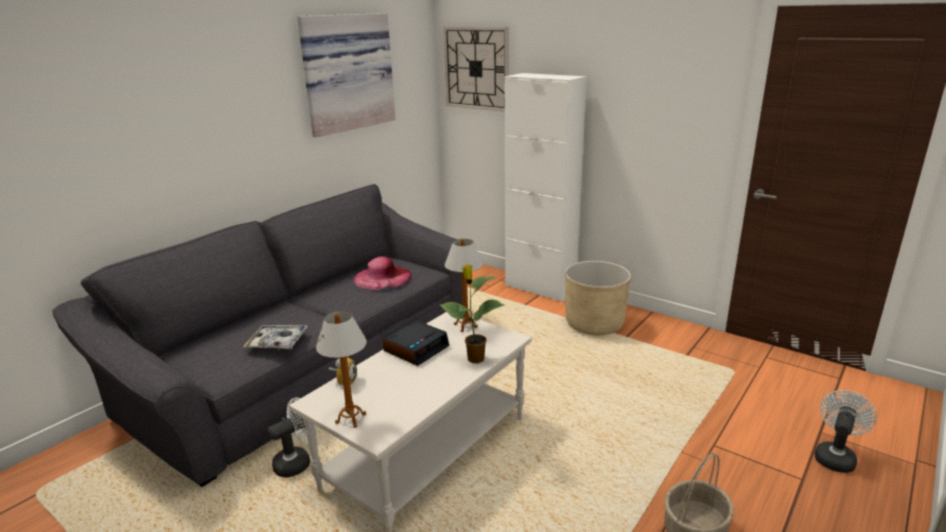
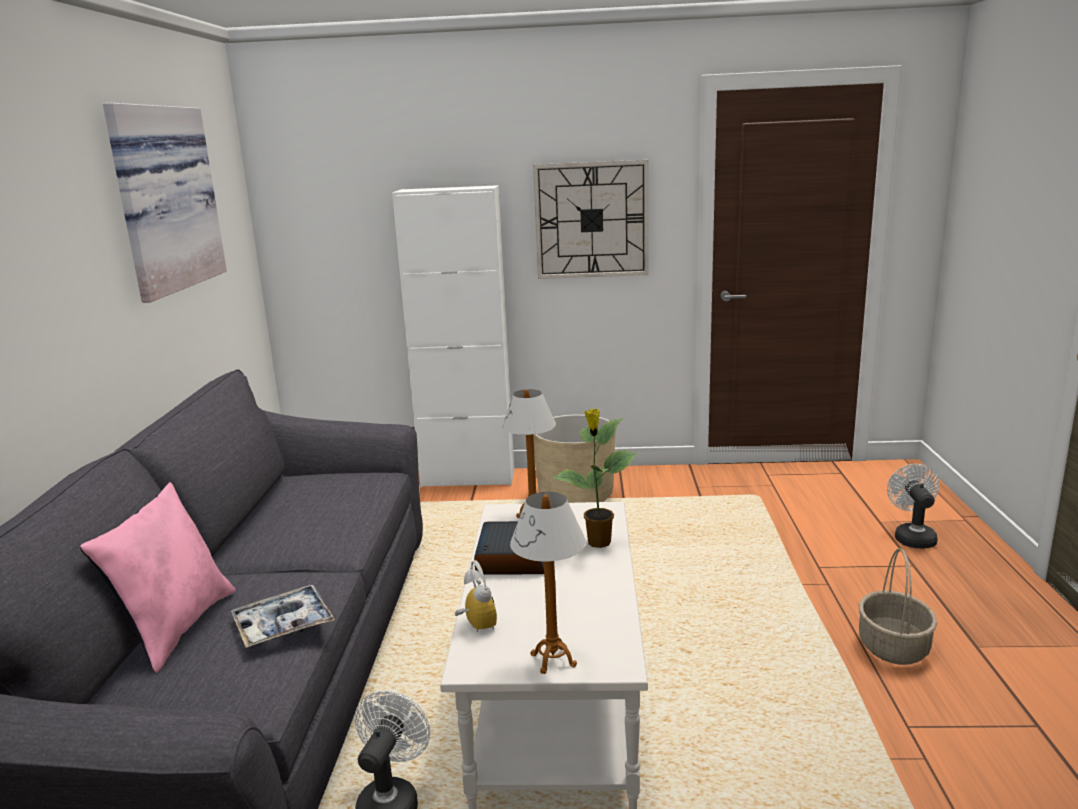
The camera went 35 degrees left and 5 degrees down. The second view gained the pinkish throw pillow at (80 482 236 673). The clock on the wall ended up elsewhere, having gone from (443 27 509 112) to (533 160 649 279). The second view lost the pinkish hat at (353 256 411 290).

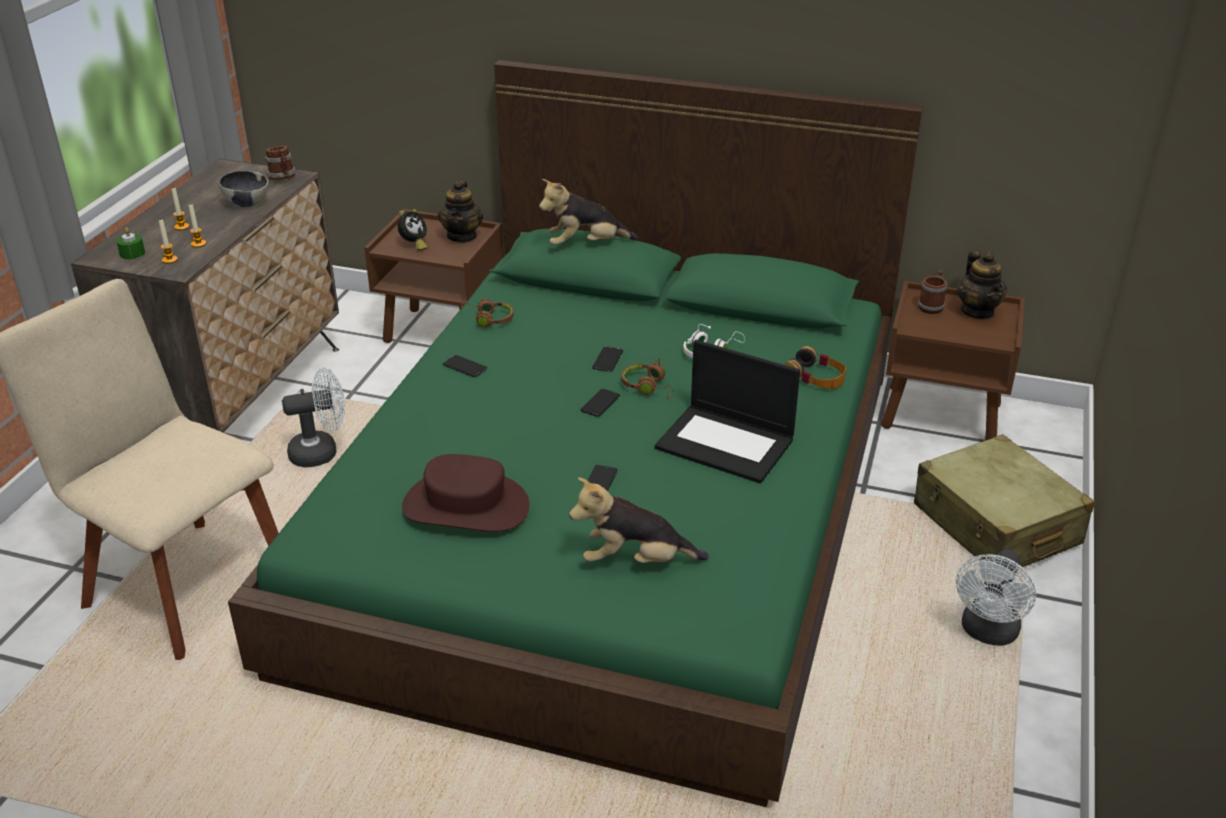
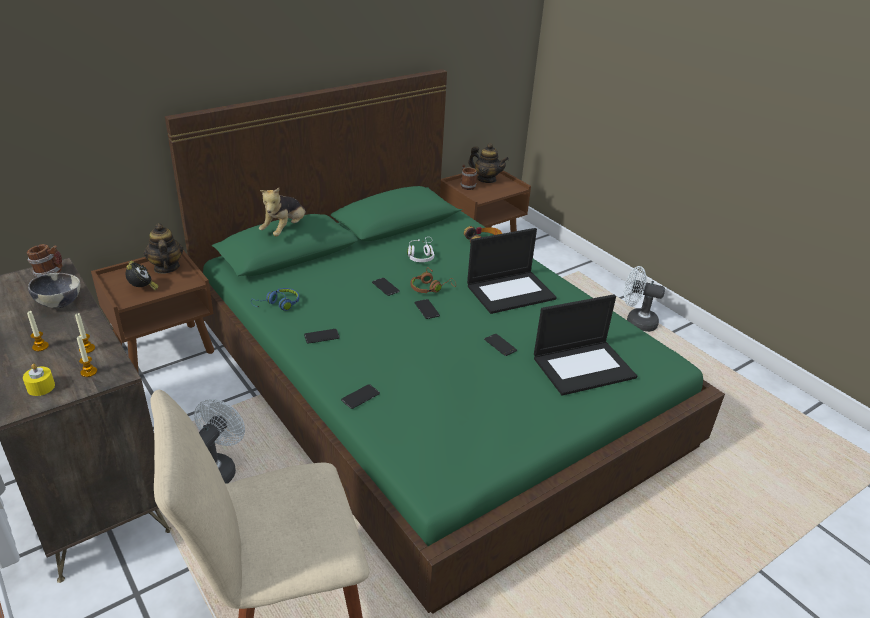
The camera went 55 degrees left and 0 degrees up. What was the green-coloured wax candle at (117 227 145 259) turned into the yellowish wax candle at (23 364 55 396). The tea pot at (438 180 483 243) ended up facing another way, 150 degrees counterclockwise from before. What was the brown headset at (460 297 514 328) turned into the blue headset at (251 288 299 311). The second view gained the phone at (341 384 380 409). Where the plush toy stood at (569 477 709 563), the portable computer came to stand at (534 294 637 396). The whitish cooling fan at (956 550 1036 646) ended up facing another way, 135 degrees clockwise from before. The second view lost the brown hat at (402 454 530 532). The second view lost the beige-coloured suitcase at (914 434 1095 569).

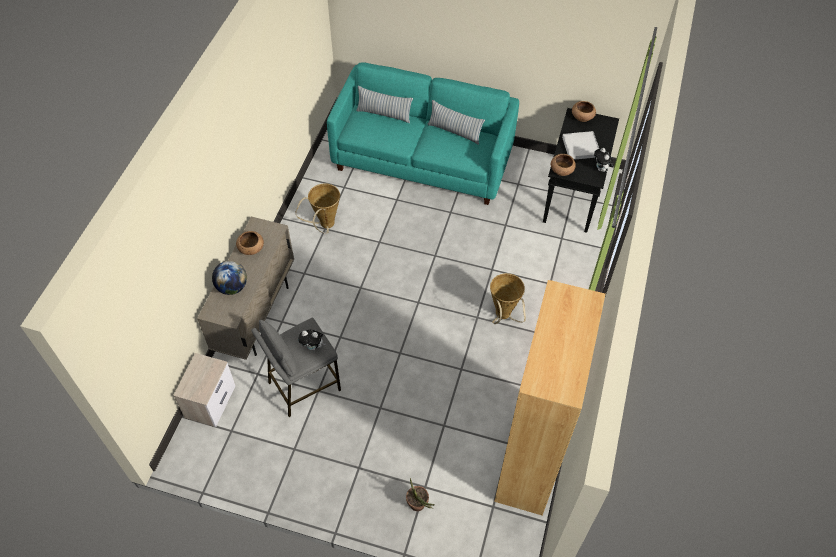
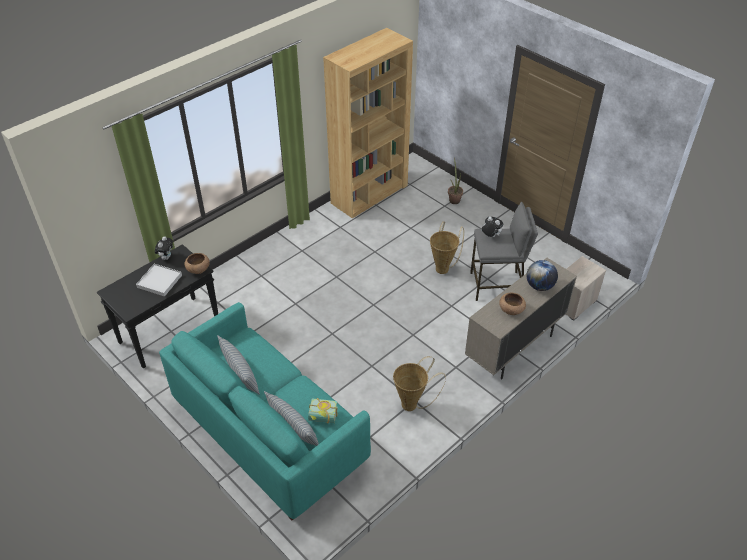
The camera went 150 degrees left and 10 degrees down. The second view gained the volume at (308 398 338 423). The storage basket ended up elsewhere, having gone from (490 273 526 324) to (430 221 464 274). The second view lost the brown bowl at (572 101 596 122).

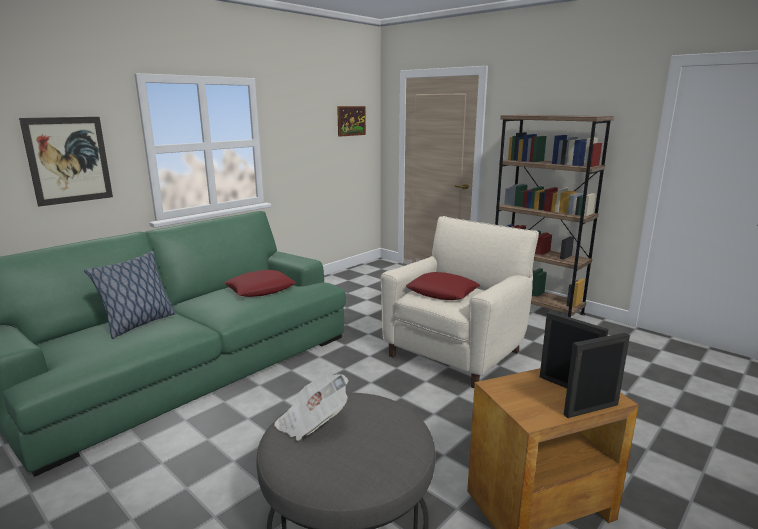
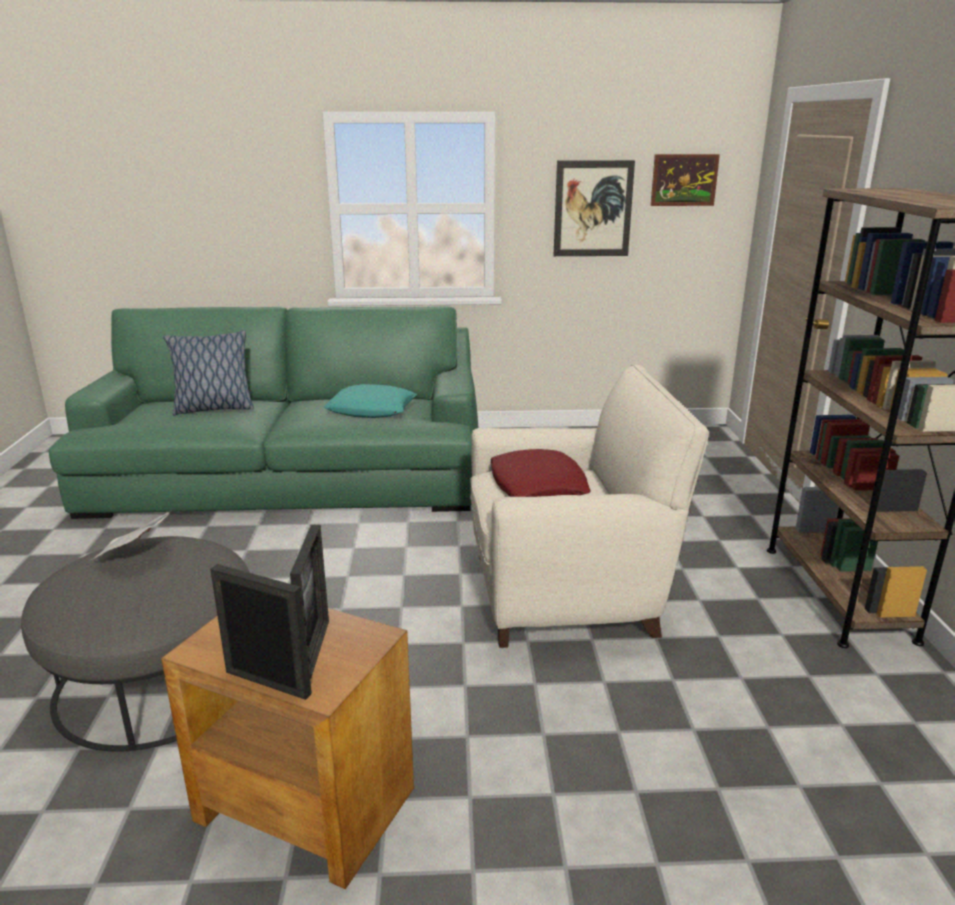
The camera went 45 degrees right and 5 degrees up. What was the red-coloured throw pillow at (224 270 296 297) turned into the turquoise throw pillow at (324 384 417 418). The wall art ended up elsewhere, having gone from (19 117 113 207) to (554 160 635 256).

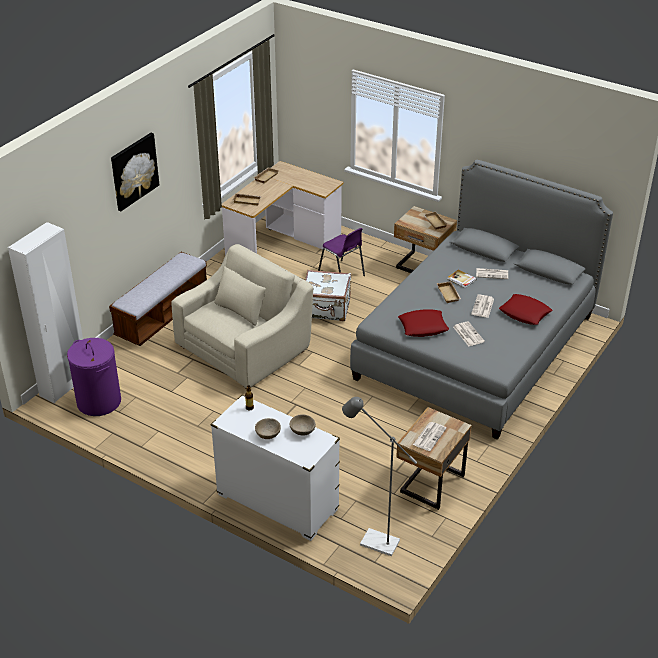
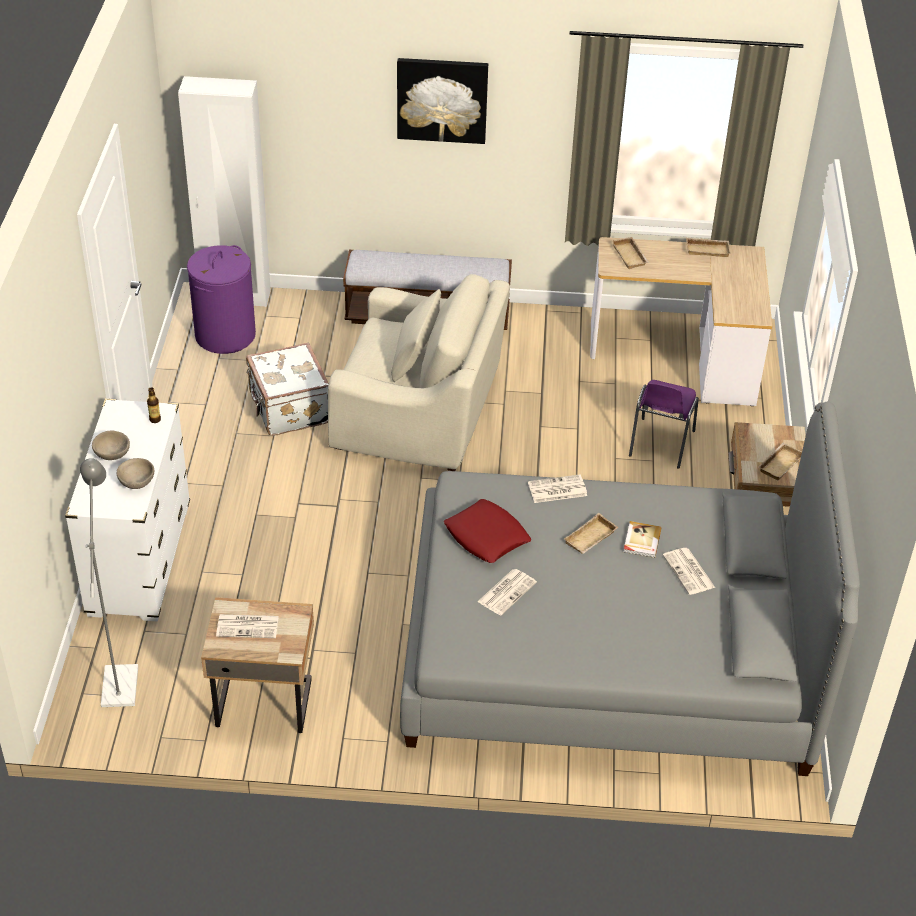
The camera went 60 degrees right and 5 degrees up. The whitish suitcase ended up elsewhere, having gone from (305 270 351 321) to (246 343 329 436). The daily paper ended up elsewhere, having gone from (471 294 494 318) to (528 474 587 503). The second view lost the red-coloured throw pillow at (499 294 552 325).

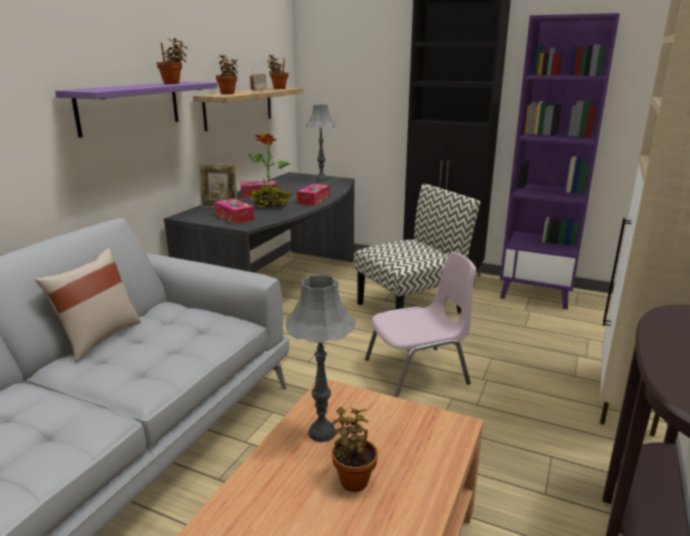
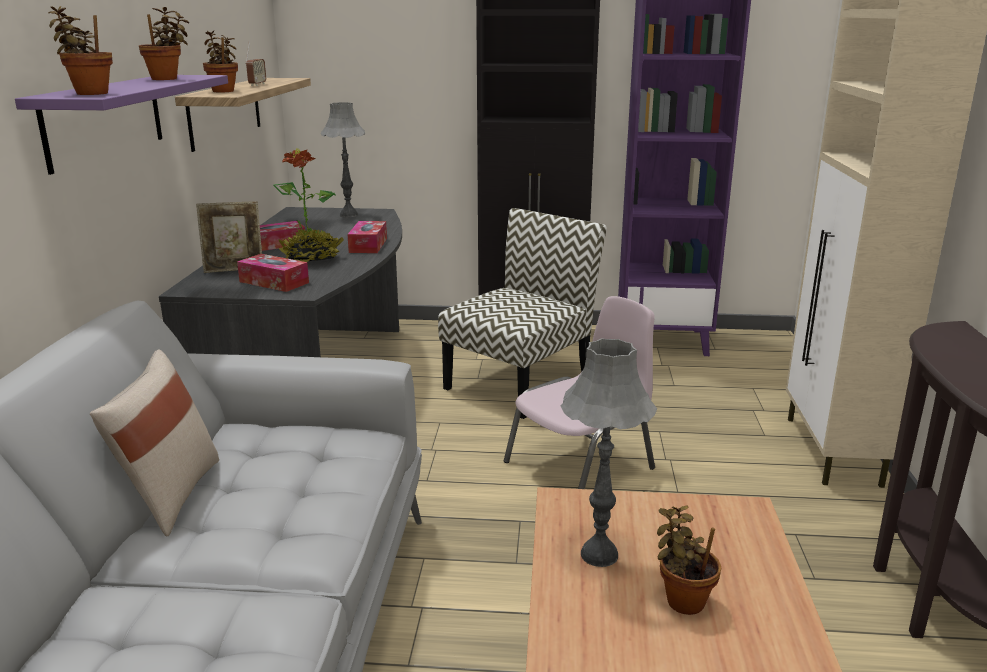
The camera went 20 degrees left and 0 degrees up. The houseplant ended up elsewhere, having gone from (268 54 288 89) to (48 6 113 95).

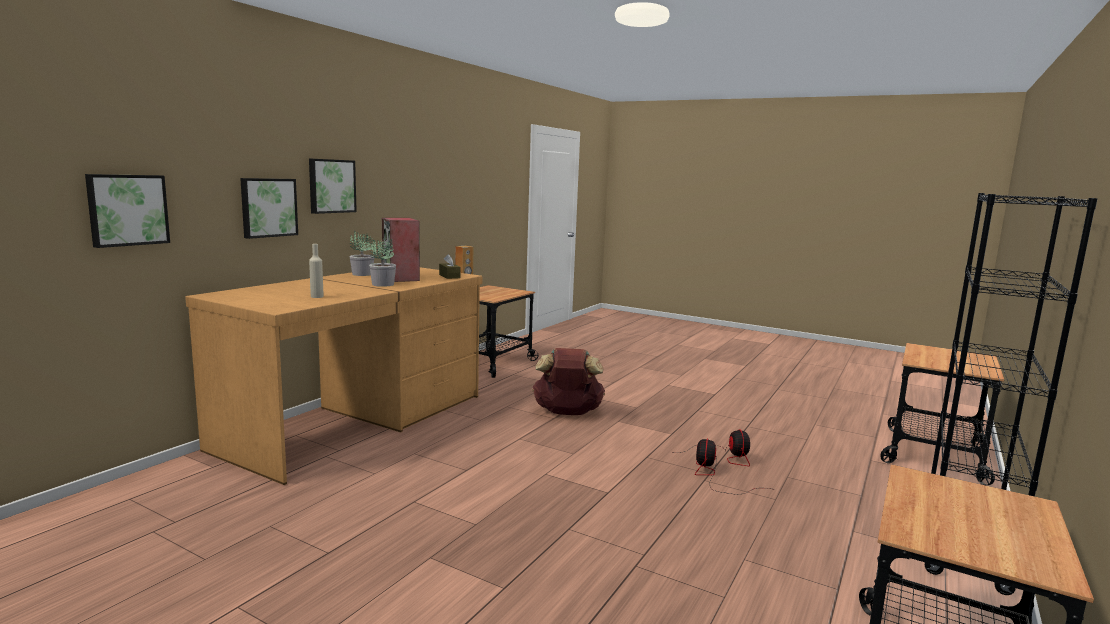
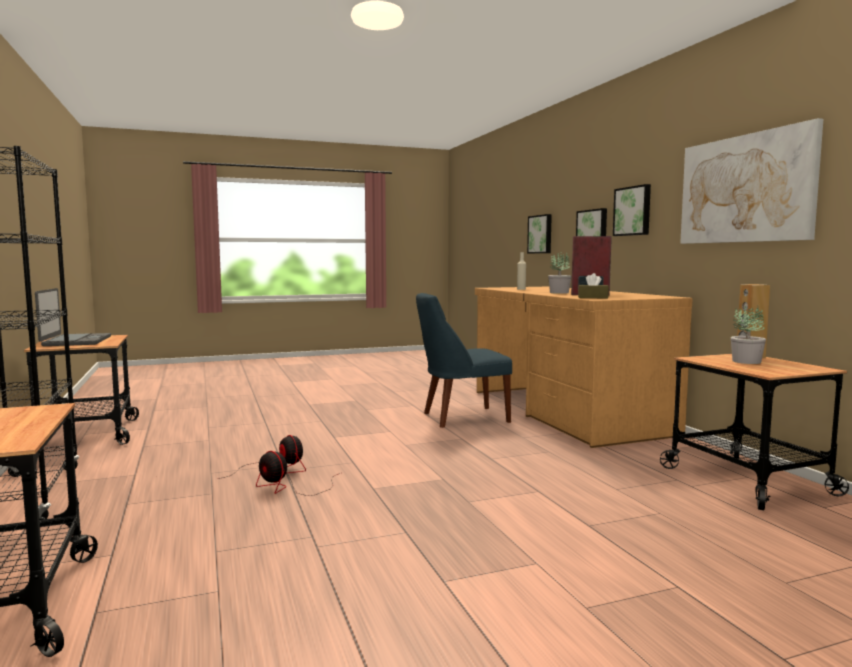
The camera went 130 degrees right and 5 degrees down. The second view gained the portable computer at (35 288 111 346). The second view gained the blue upright chair at (416 293 512 428). The second view gained the wall art at (680 118 823 244). The houseplant ended up elsewhere, having gone from (350 231 374 276) to (731 305 766 364). The second view lost the brown rucksack at (532 348 605 415).

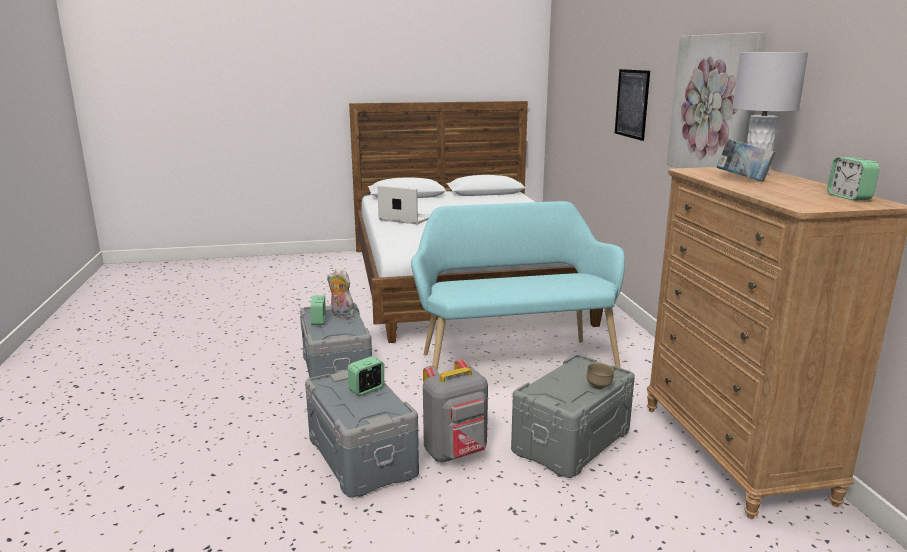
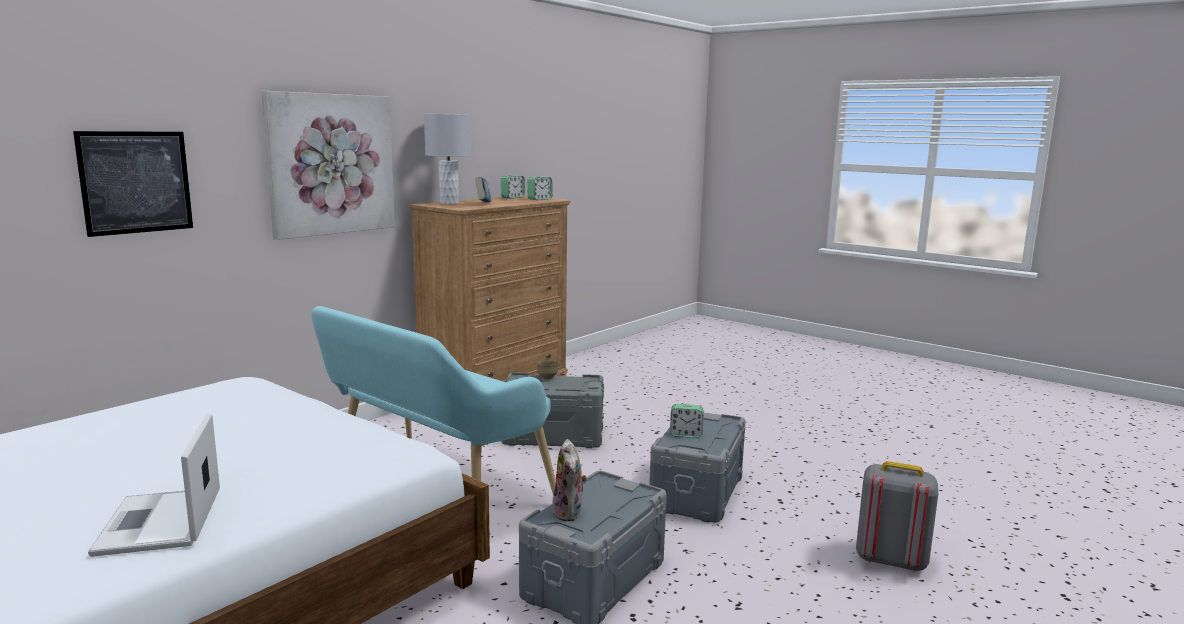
The camera went 130 degrees left and 5 degrees down. The alarm clock ended up elsewhere, having gone from (310 295 326 325) to (527 177 552 200). The gray rucksack ended up elsewhere, having gone from (423 358 488 462) to (856 461 938 572).

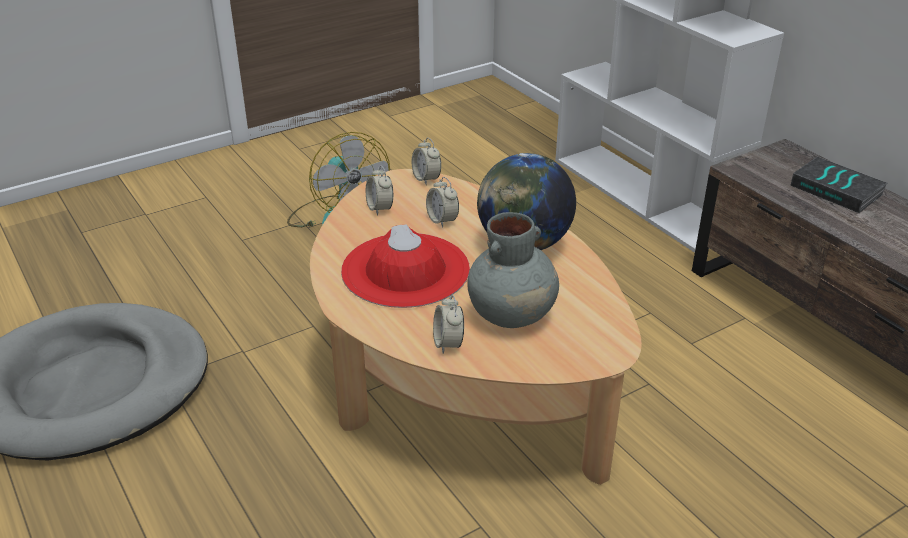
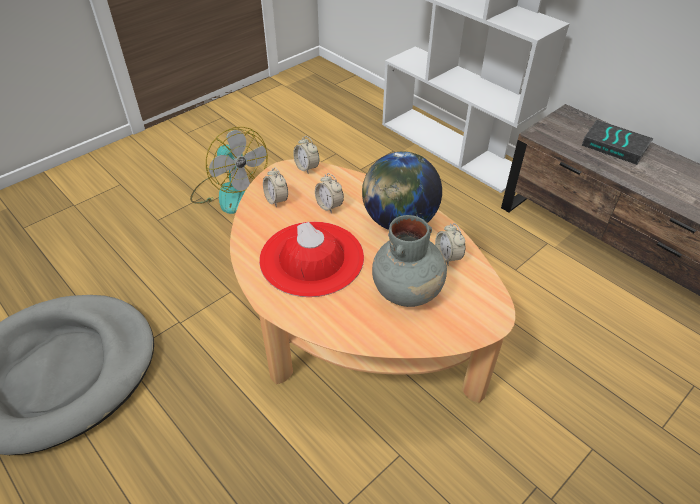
The camera went 10 degrees left and 10 degrees up. The alarm clock ended up elsewhere, having gone from (433 295 464 354) to (435 223 465 265).

